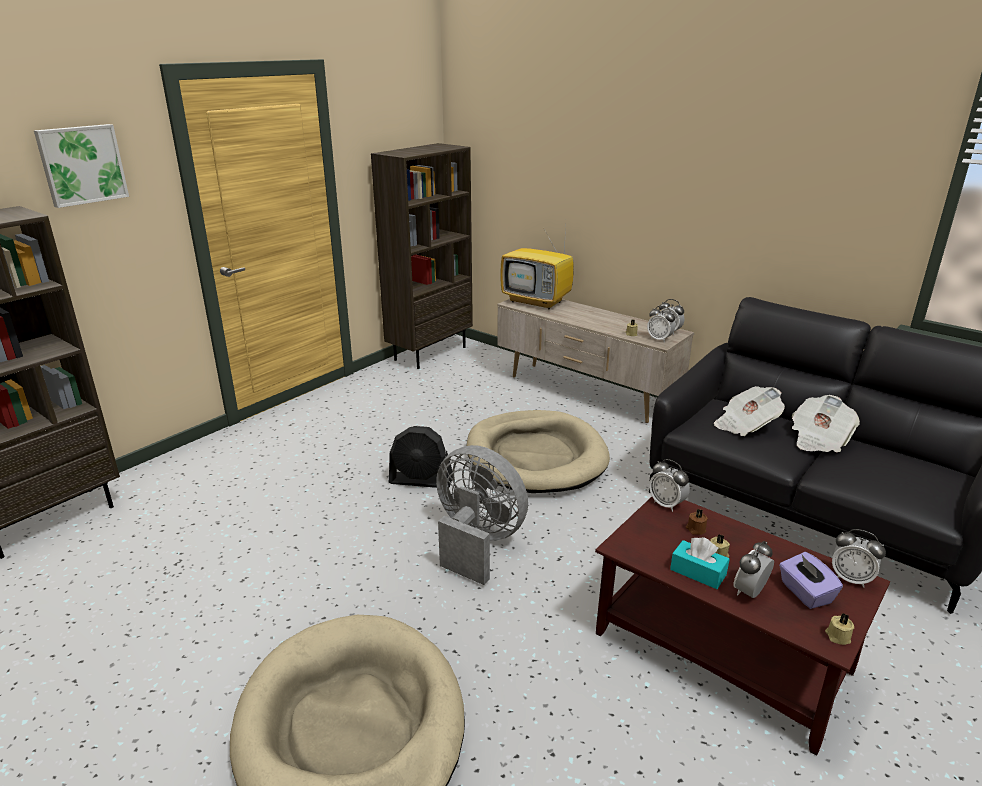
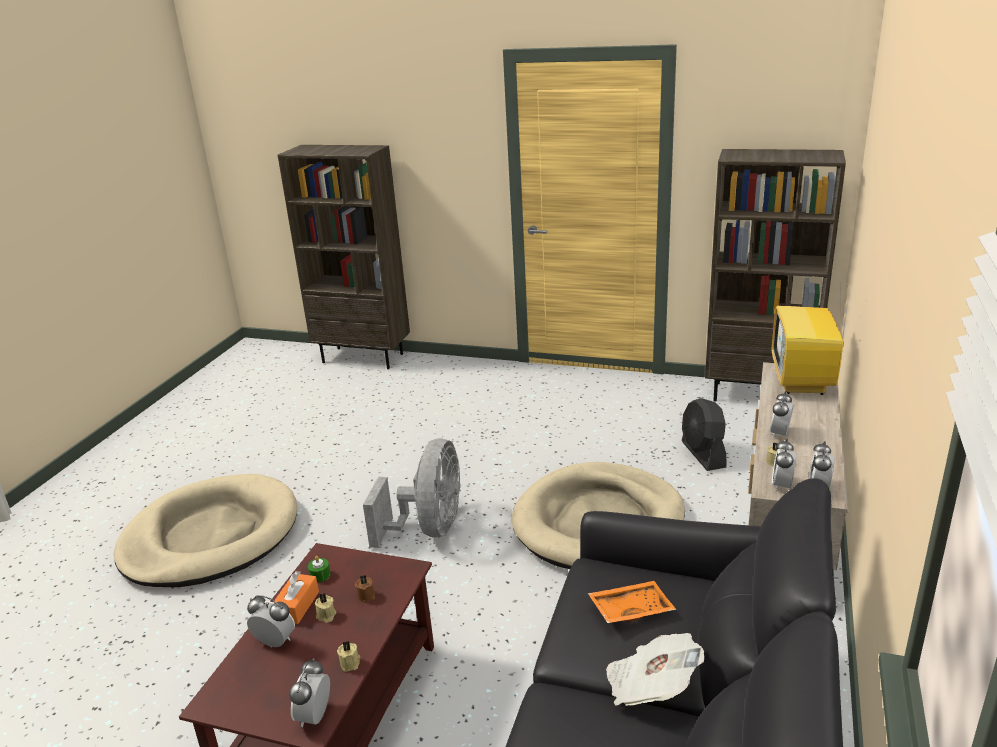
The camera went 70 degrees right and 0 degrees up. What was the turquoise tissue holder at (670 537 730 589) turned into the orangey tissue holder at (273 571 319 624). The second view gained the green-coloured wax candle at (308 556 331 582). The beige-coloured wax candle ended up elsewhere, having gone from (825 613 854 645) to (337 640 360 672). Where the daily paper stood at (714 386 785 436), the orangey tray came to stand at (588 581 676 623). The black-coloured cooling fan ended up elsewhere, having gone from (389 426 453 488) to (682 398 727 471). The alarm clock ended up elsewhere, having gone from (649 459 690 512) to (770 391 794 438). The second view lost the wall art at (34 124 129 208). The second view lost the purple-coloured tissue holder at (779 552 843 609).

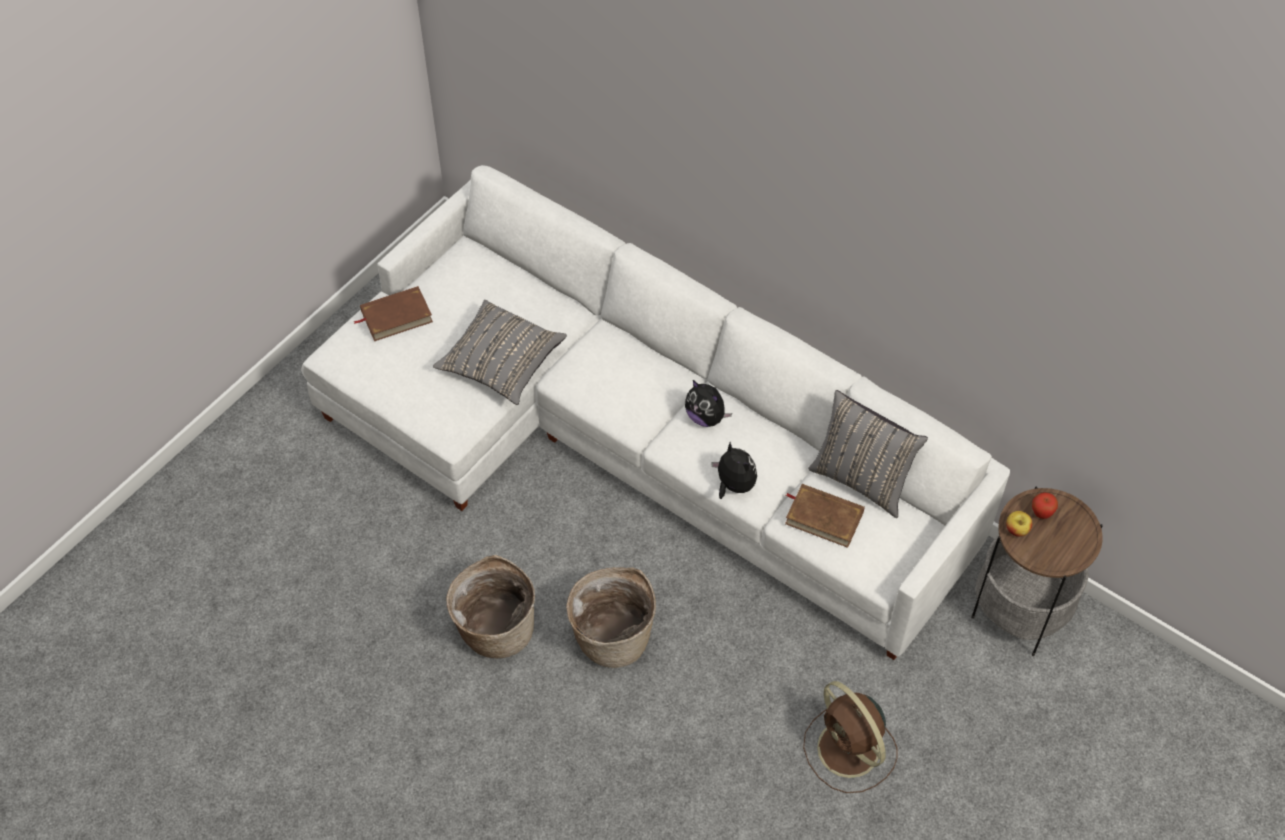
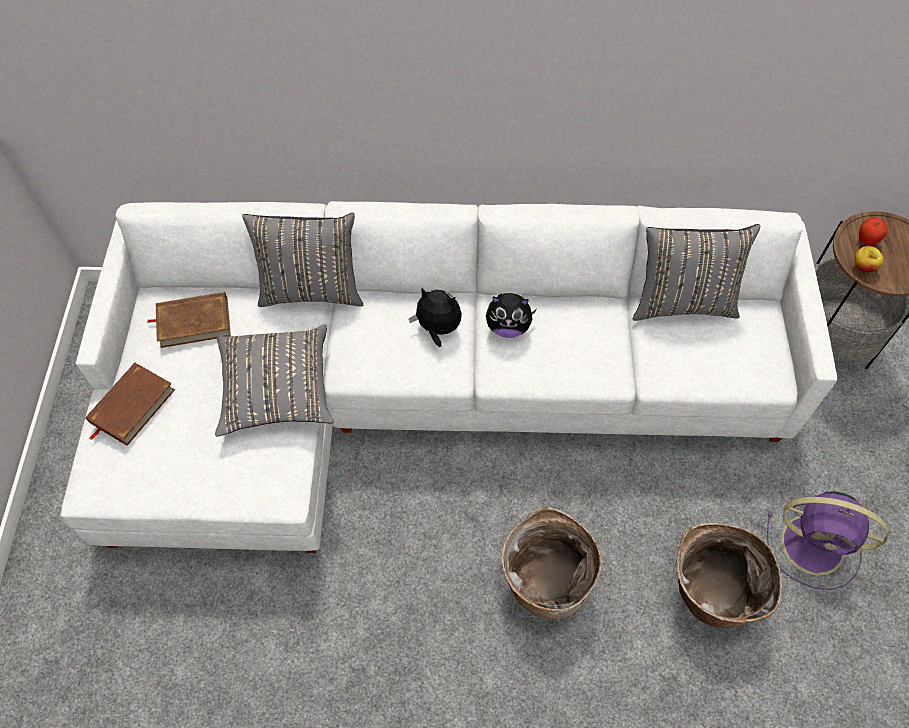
The camera went 35 degrees left and 5 degrees up. The brown volume ended up elsewhere, having gone from (785 484 865 548) to (147 292 231 348). The second view gained the gray throw pillow at (242 213 363 307). The plush toy ended up elsewhere, having gone from (711 442 757 499) to (409 288 462 347). The storage basket ended up elsewhere, having gone from (446 555 535 658) to (677 523 782 628). What was the brown cooling fan at (803 681 898 793) turned into the purple-coloured cooling fan at (767 491 889 590).

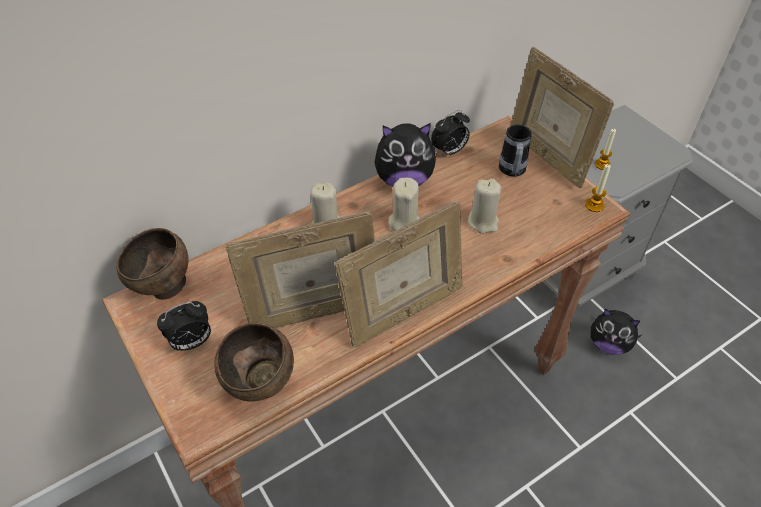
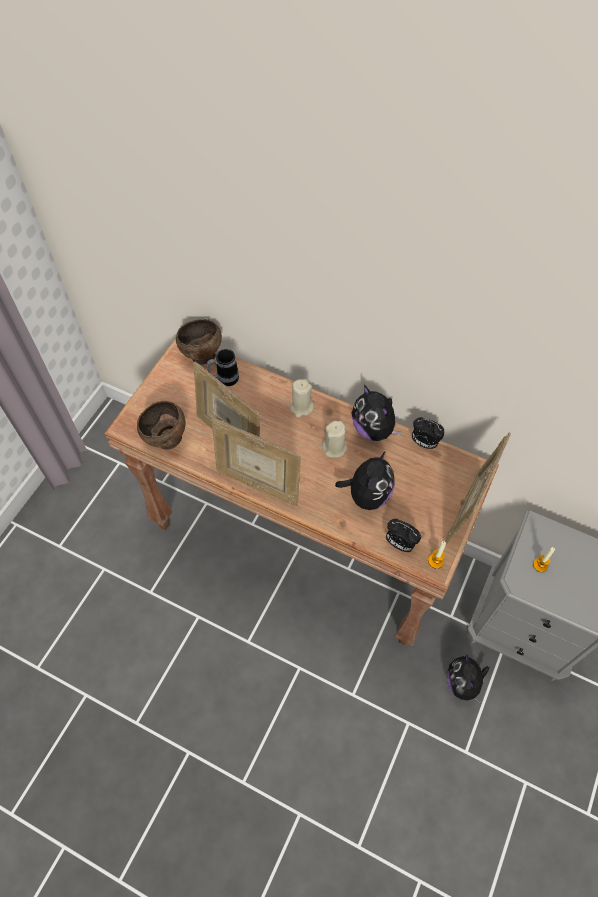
The camera went 60 degrees right and 10 degrees up. The coffee mug ended up elsewhere, having gone from (499 125 532 177) to (206 349 239 386). Where the beige-coloured wax candle stood at (468 179 501 234), the plush toy came to stand at (335 451 395 510). The alarm clock ended up elsewhere, having gone from (157 301 211 351) to (386 519 421 552).

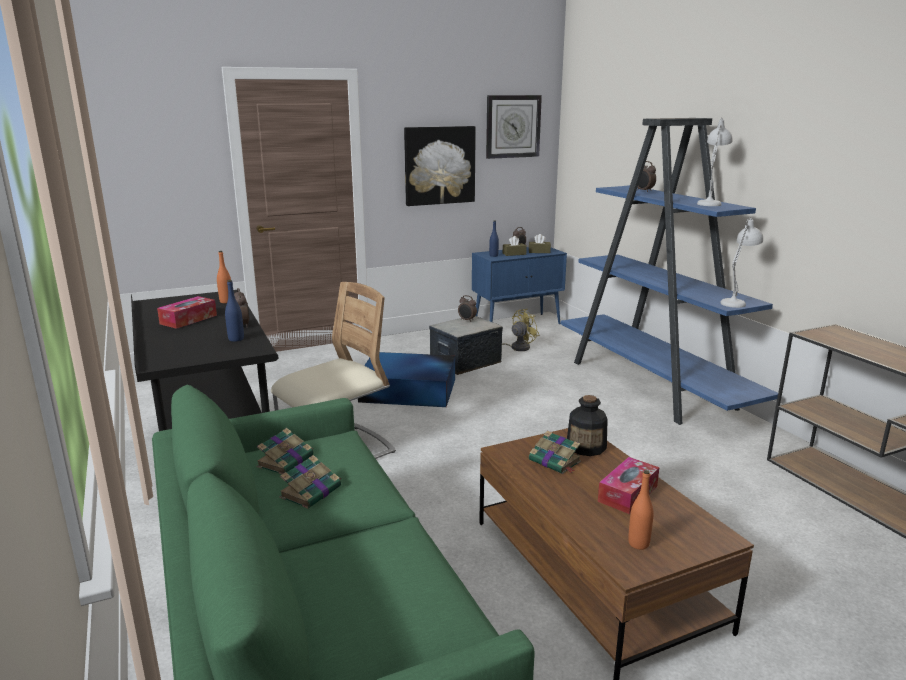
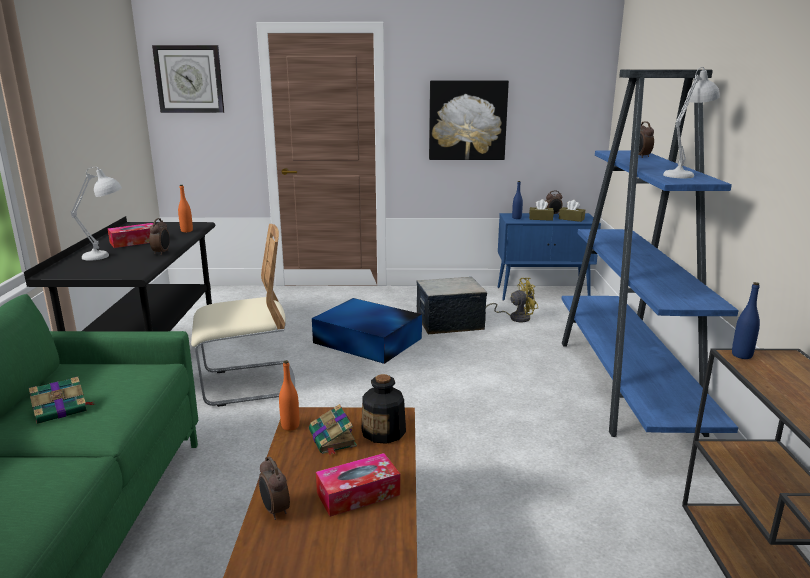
The camera went 25 degrees right and 0 degrees up. The whitish tabletop lamp ended up elsewhere, having gone from (720 217 763 308) to (71 167 122 261). The clock on the wall ended up elsewhere, having gone from (486 95 542 159) to (152 45 224 113). The alarm clock ended up elsewhere, having gone from (458 295 477 322) to (259 456 290 520). The orangey beverage bottle ended up elsewhere, having gone from (628 470 654 550) to (279 360 299 431). The blue beverage bottle ended up elsewhere, having gone from (225 280 244 342) to (732 282 760 359). The second view lost the volume at (256 428 314 475).

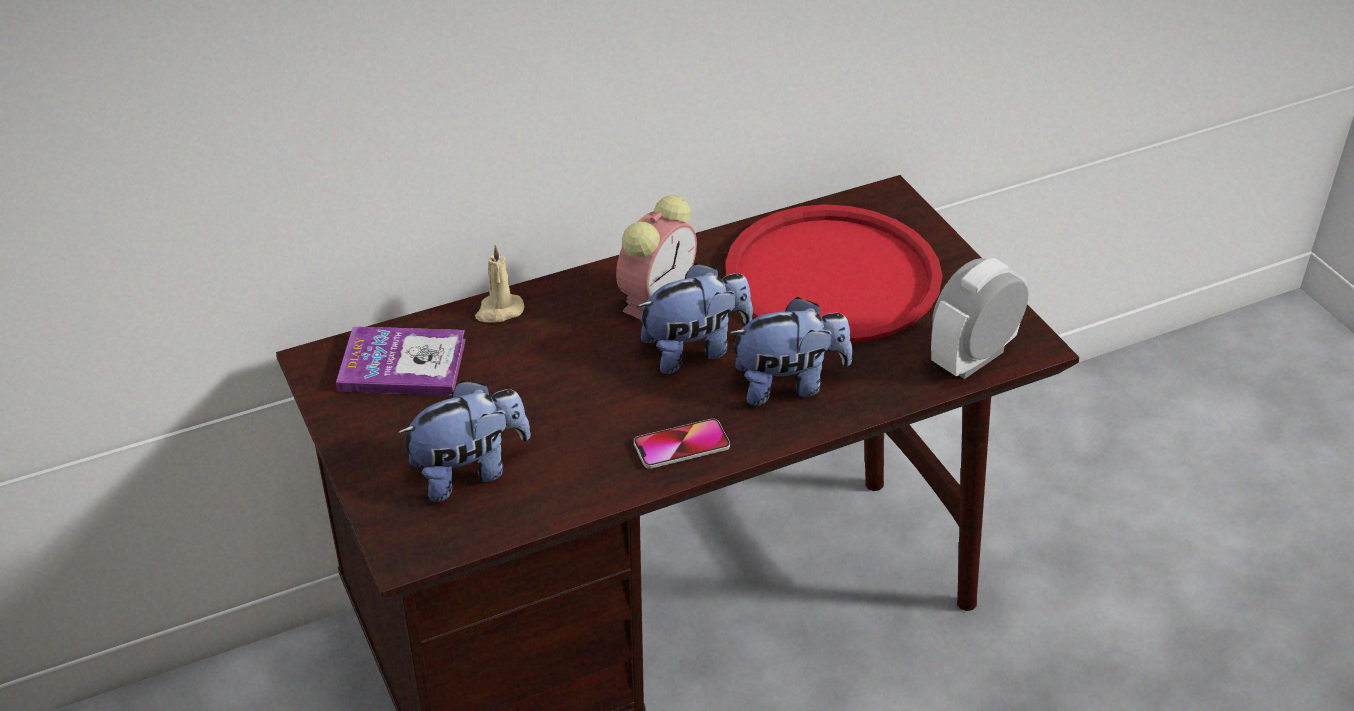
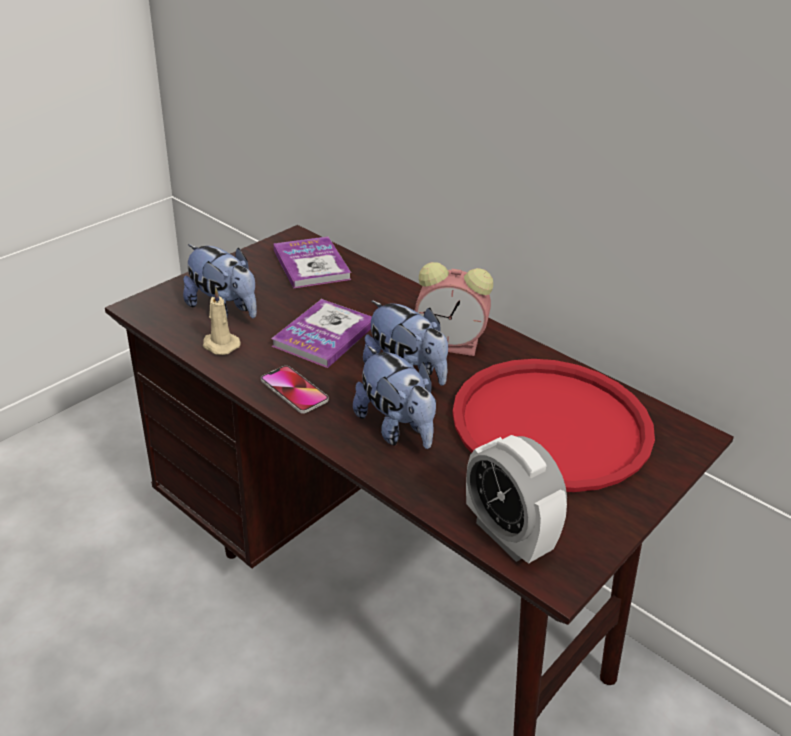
The camera went 65 degrees right and 5 degrees down. The beige-coloured wax candle ended up elsewhere, having gone from (475 245 525 322) to (203 288 241 355). The second view gained the volume at (271 299 372 368). The alarm clock at (931 258 1029 379) ended up facing another way, 150 degrees counterclockwise from before.

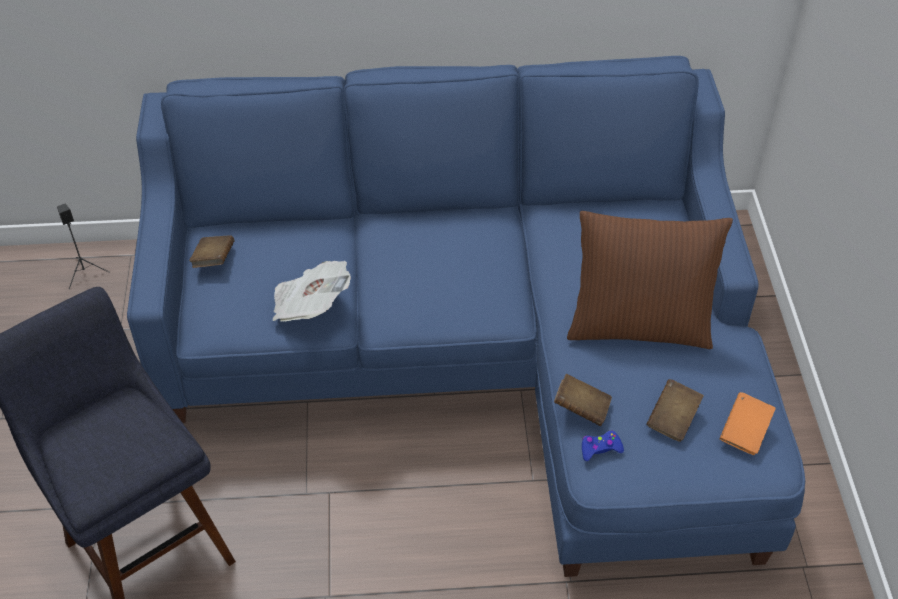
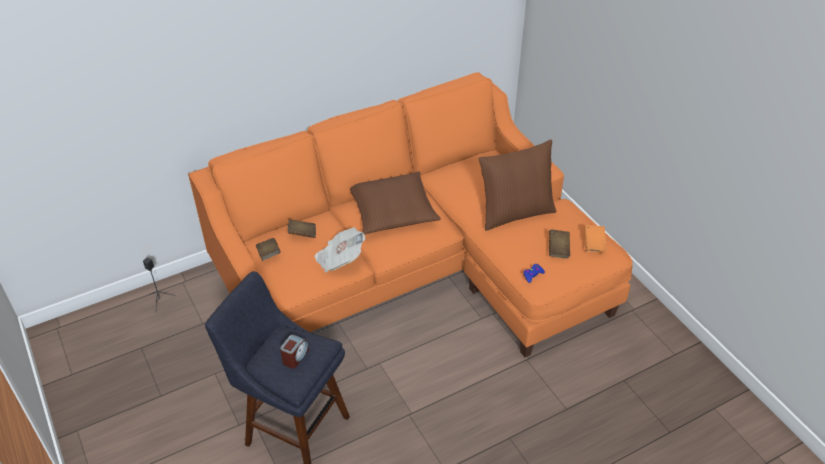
The camera went 25 degrees left and 5 degrees down. What was the blue sofa at (127 56 805 577) turned into the orangey sofa at (188 72 632 357). The second view gained the alarm clock at (280 334 309 368). The brown volume ended up elsewhere, having gone from (554 374 612 426) to (288 219 316 238). The second view gained the brown throw pillow at (350 172 441 234).

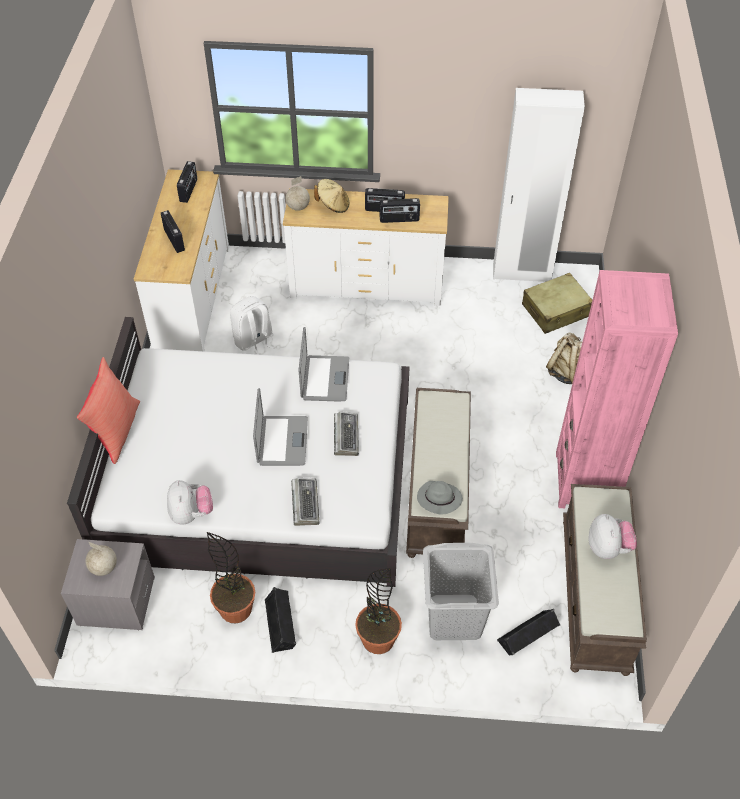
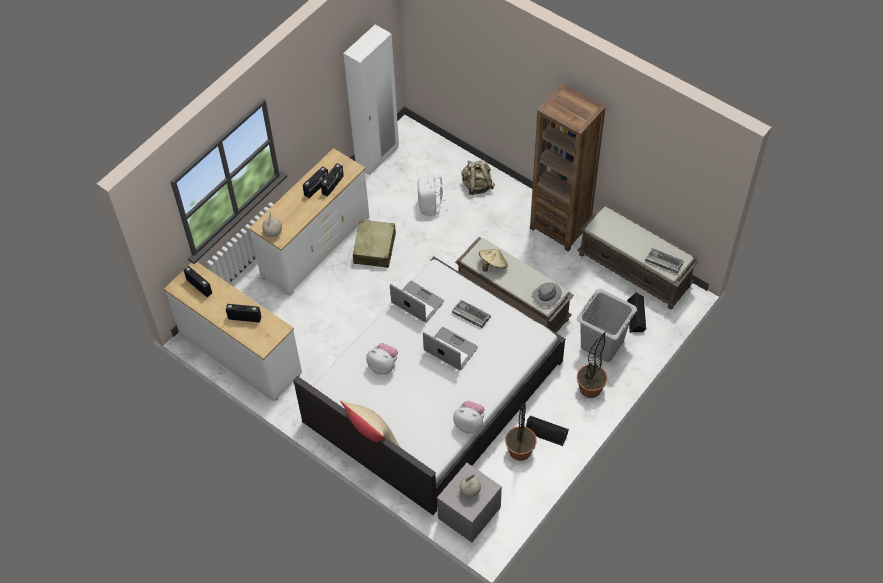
The camera went 55 degrees left and 5 degrees up. What was the red-coloured throw pillow at (77 357 140 464) turned into the beige-coloured throw pillow at (340 400 400 447). The beige-coloured suitcase ended up elsewhere, having gone from (522 273 592 334) to (353 220 396 268). The plush toy ended up elsewhere, having gone from (589 514 637 559) to (366 343 398 375). The whitish rucksack ended up elsewhere, having gone from (230 296 274 355) to (418 174 448 216). The beige-coloured hat ended up elsewhere, having gone from (314 179 349 213) to (479 249 508 272). What was the pinkish bookcase at (556 270 678 508) turned into the brown bookcase at (530 84 606 252). The computer keyboard ended up elsewhere, having gone from (291 478 320 526) to (645 248 684 273).

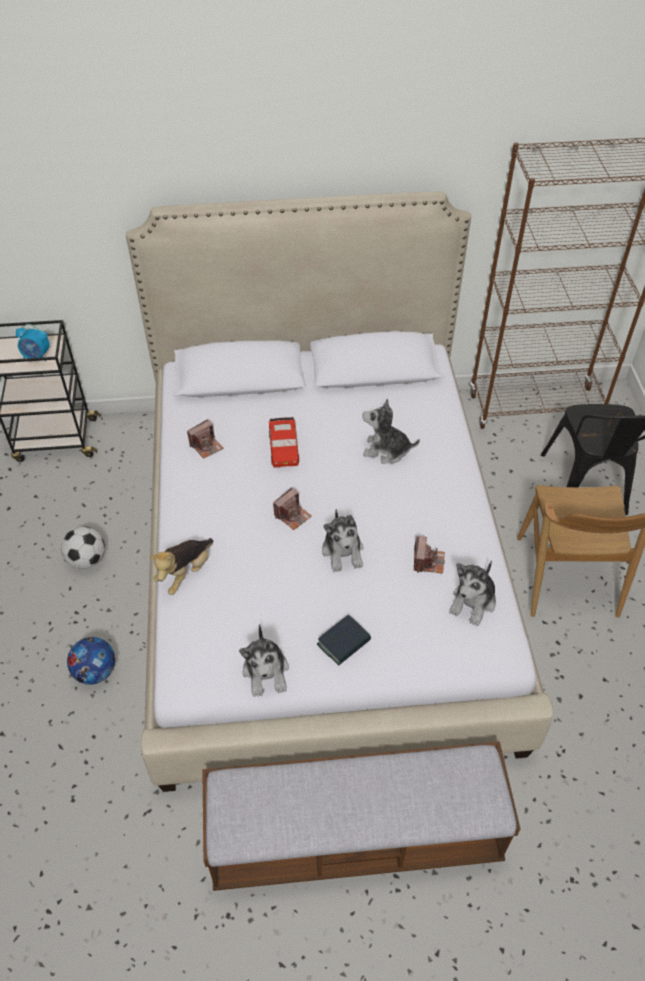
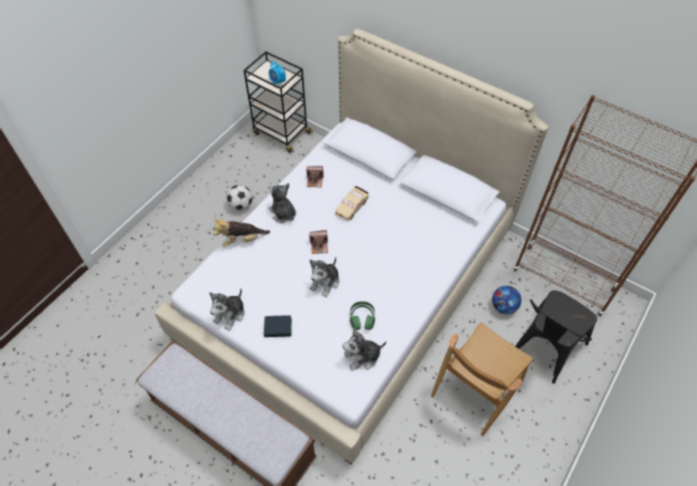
The camera went 40 degrees right and 5 degrees up. The plush toy ended up elsewhere, having gone from (363 399 420 464) to (268 183 296 223). What was the red-coloured toy car at (269 417 299 468) turned into the beige-coloured toy car at (335 186 369 221). Where the still camera stood at (414 536 445 573), the green-coloured headset came to stand at (350 301 375 330). The football ball ended up elsewhere, having gone from (67 637 115 685) to (492 286 521 314).

